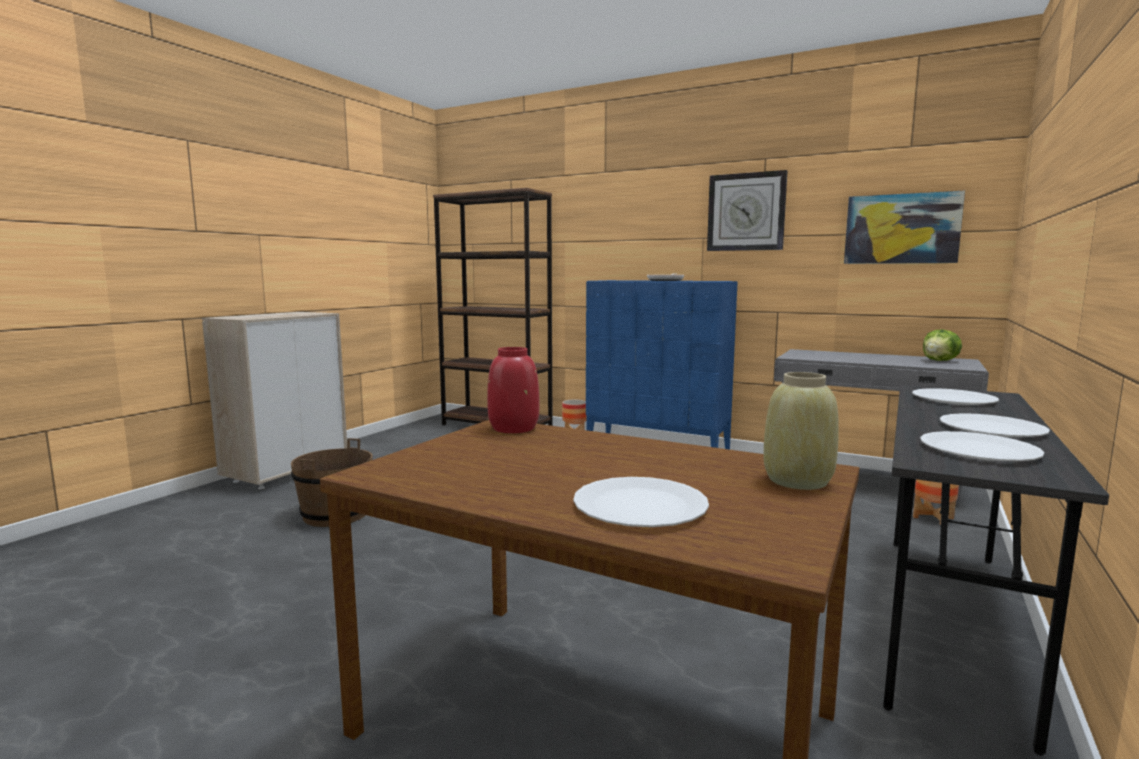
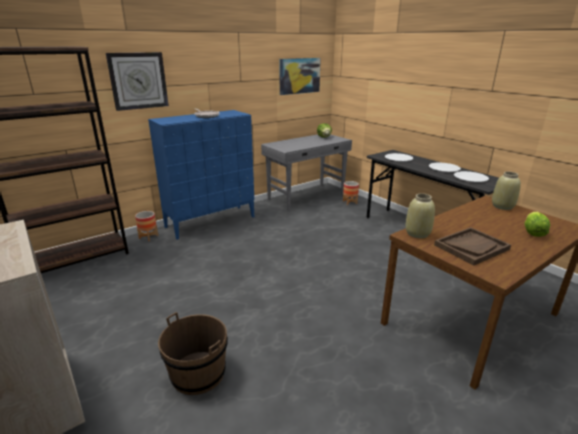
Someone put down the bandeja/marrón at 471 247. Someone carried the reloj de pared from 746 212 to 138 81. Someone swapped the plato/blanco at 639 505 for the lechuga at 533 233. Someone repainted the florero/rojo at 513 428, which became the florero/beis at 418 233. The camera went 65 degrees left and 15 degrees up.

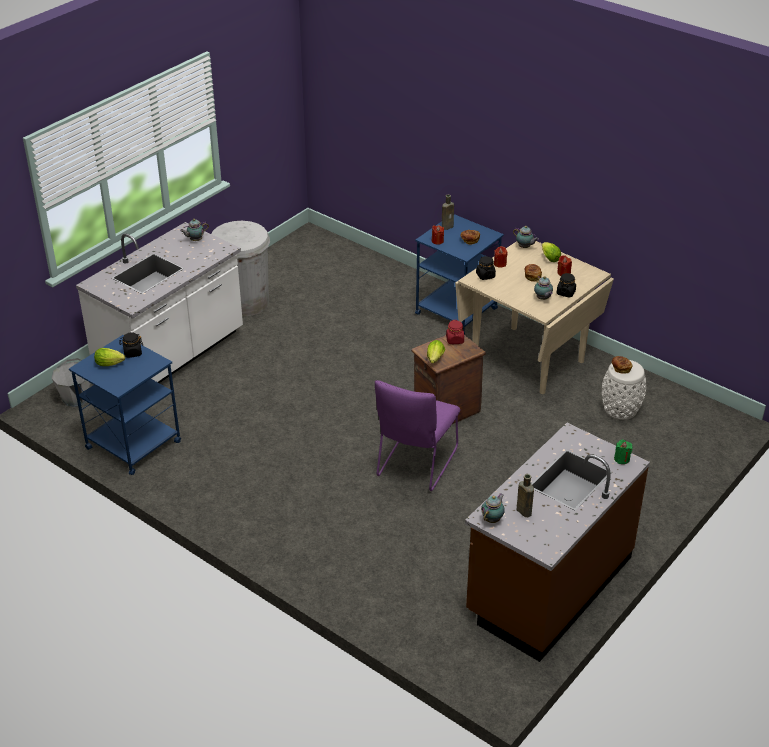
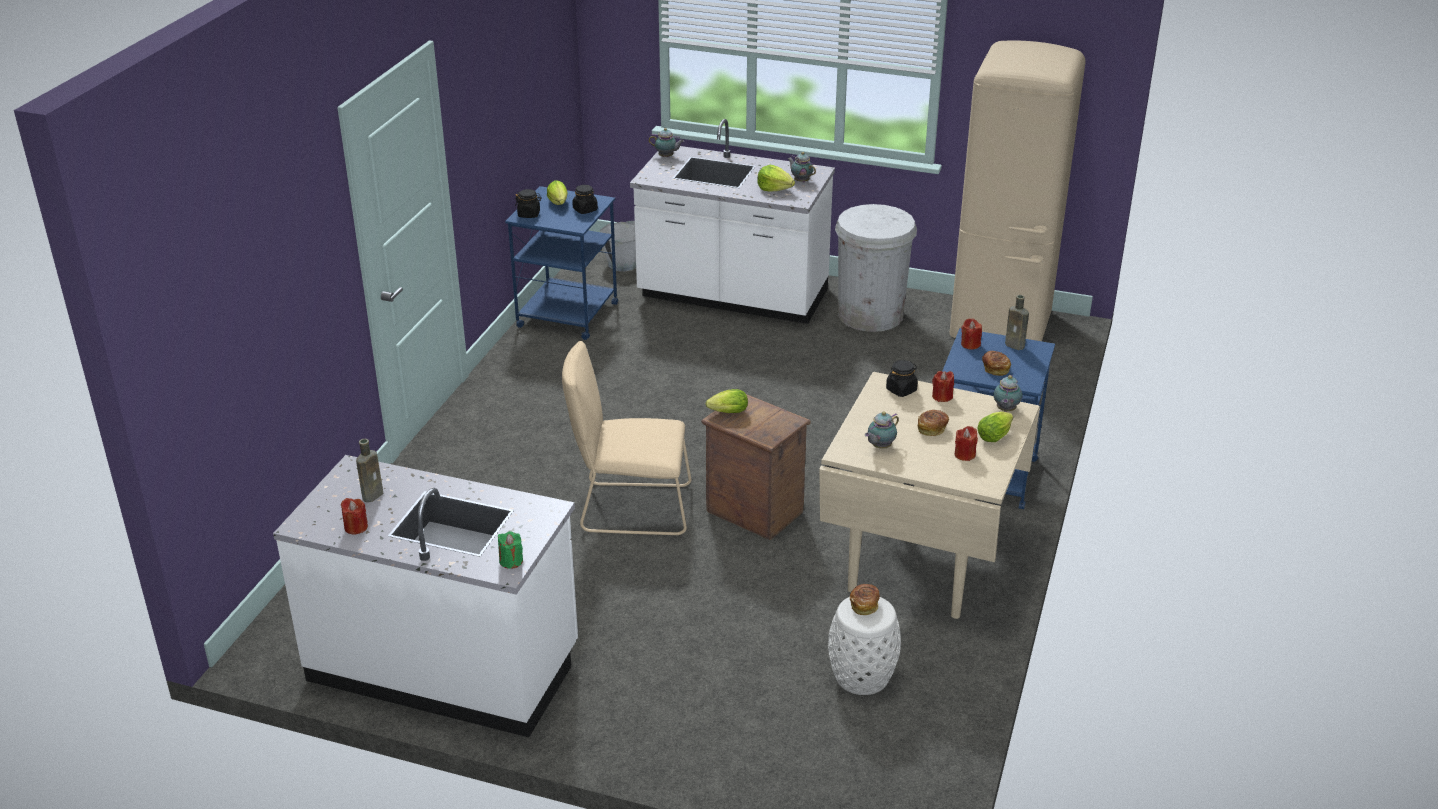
Someone took away the tarro/rojo at 455 340. Someone put down the vela/rojo at 356 527. Someone put down the lechuga at 774 189. Someone put down the nevera/beis at 1000 327. Someone carried the tetera from 492 519 to 667 157. Someone carried the tarro/negro from 566 292 to 529 214. Someone repainted the silla/morado at 415 465, which became the silla/beis at 630 508. Someone repainted the mueble bajo de cocina/marrón at 548 586, which became the mueble bajo de cocina/blanco at 445 665. The camera went 70 degrees right and 5 degrees down.

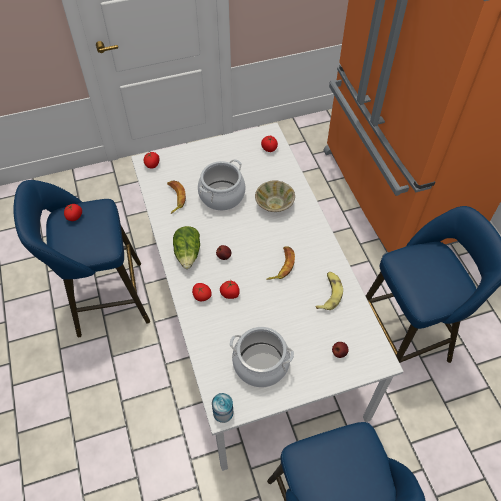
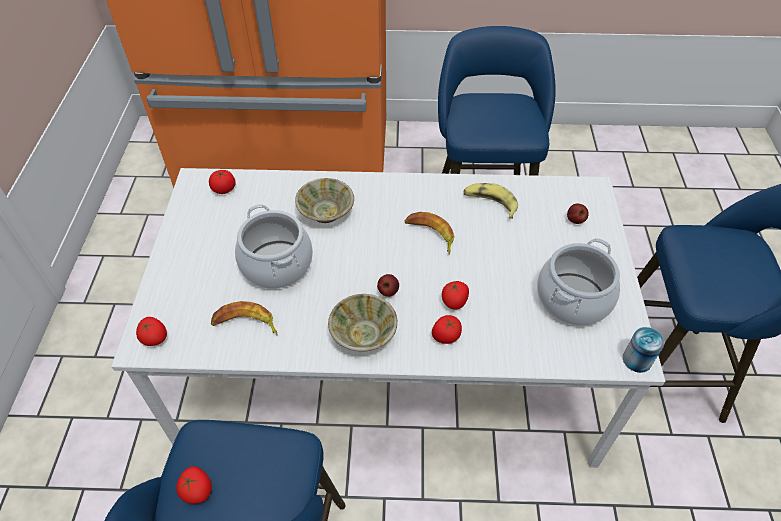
Someone swapped the lechuga at 188 253 for the cuenco/beis at 363 334. The camera went 70 degrees left and 5 degrees down.

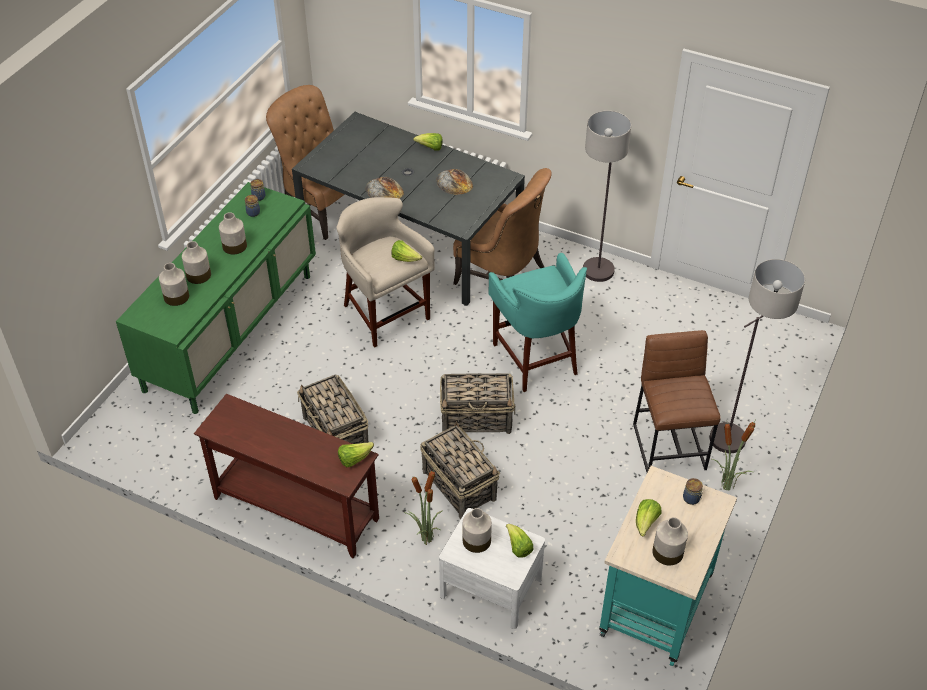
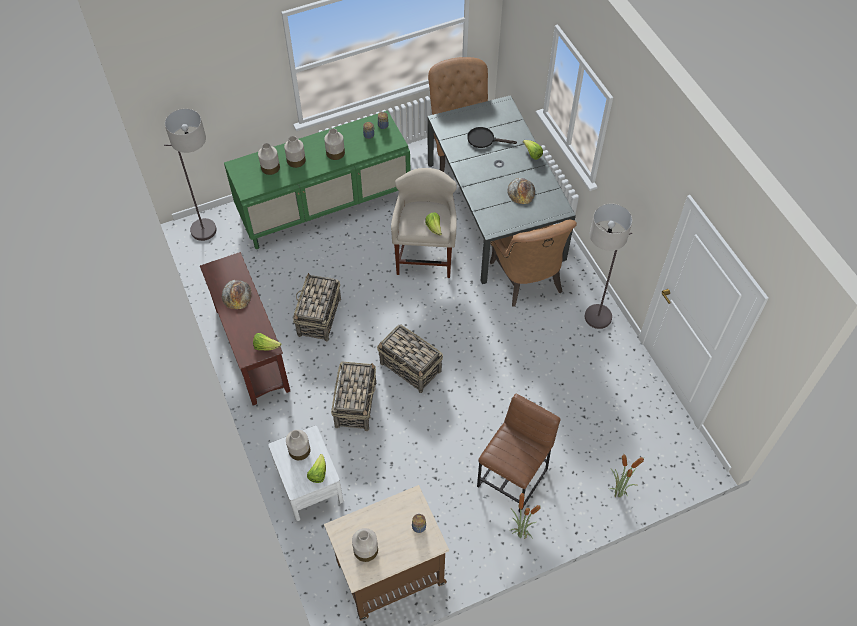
Someone took away the taburete/turquesa at 536 357. Someone took away the lechuga at 646 523. Someone put down the sartén/negro at 484 139. Someone carried the pan from 384 190 to 236 294. Someone carried the planta en maceta from 425 538 to 618 492. Someone carried the lámpara de pie/gris from 735 434 to 211 230. Someone repainted the carrito/turquesa at 656 608, which became the carrito/marrón at 390 576. The camera went 40 degrees right and 10 degrees up.

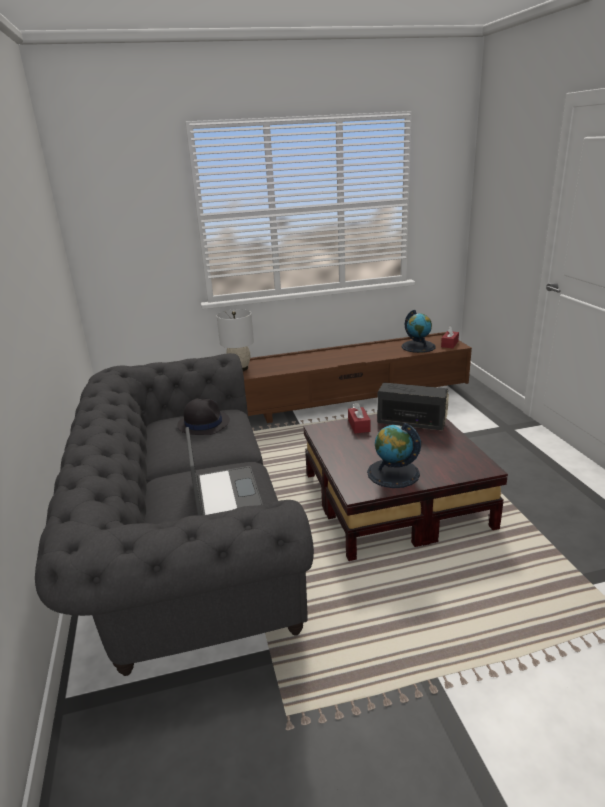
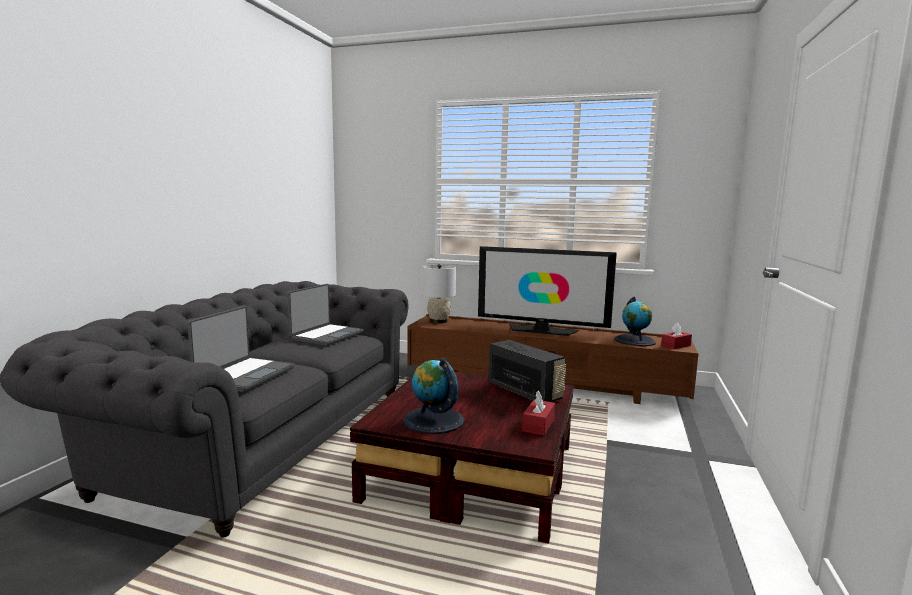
Someone put down the televisor at 541 330. Someone carried the caja de pañuelos/rojo from 359 425 to 538 425. Someone swapped the sombrero/negro at 203 423 for the portátil at 326 336. The camera went 30 degrees right and 15 degrees down.

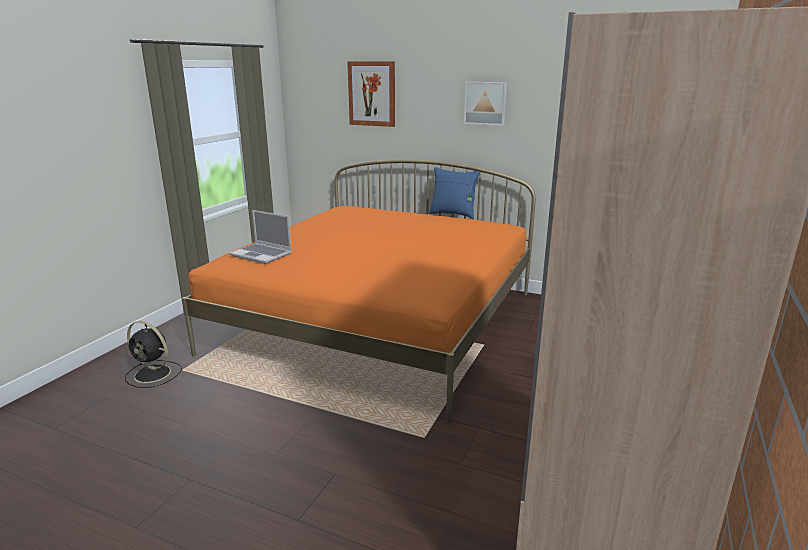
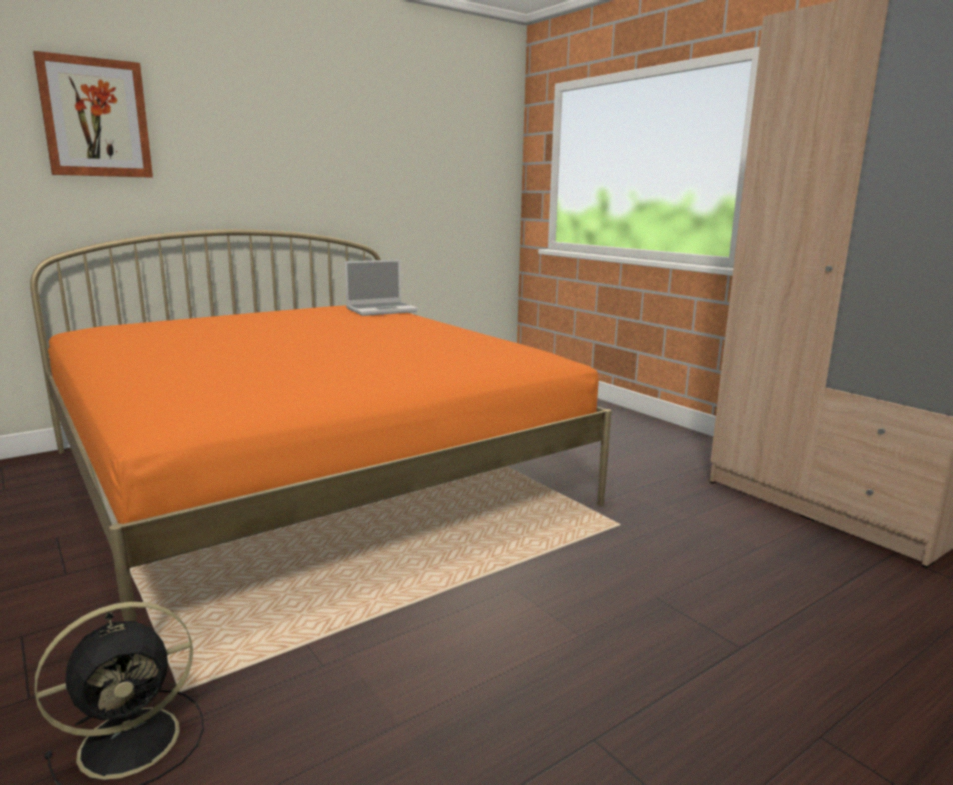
Someone took away the cojín/azul at 452 215. Someone took away the cuadro at 485 103. Someone carried the portátil from 262 254 to 382 310. The camera went 60 degrees left and 5 degrees down.

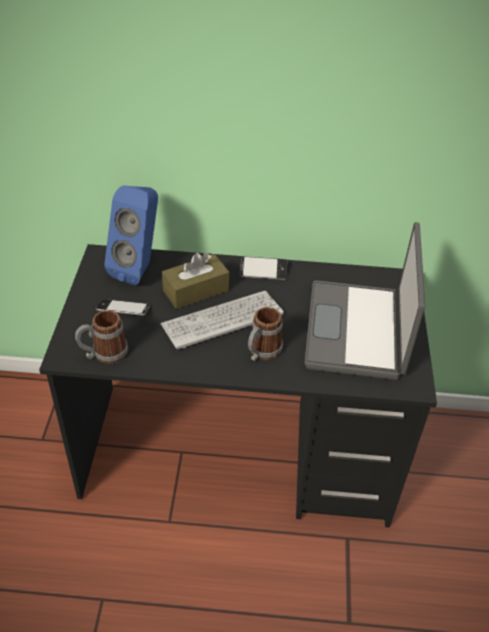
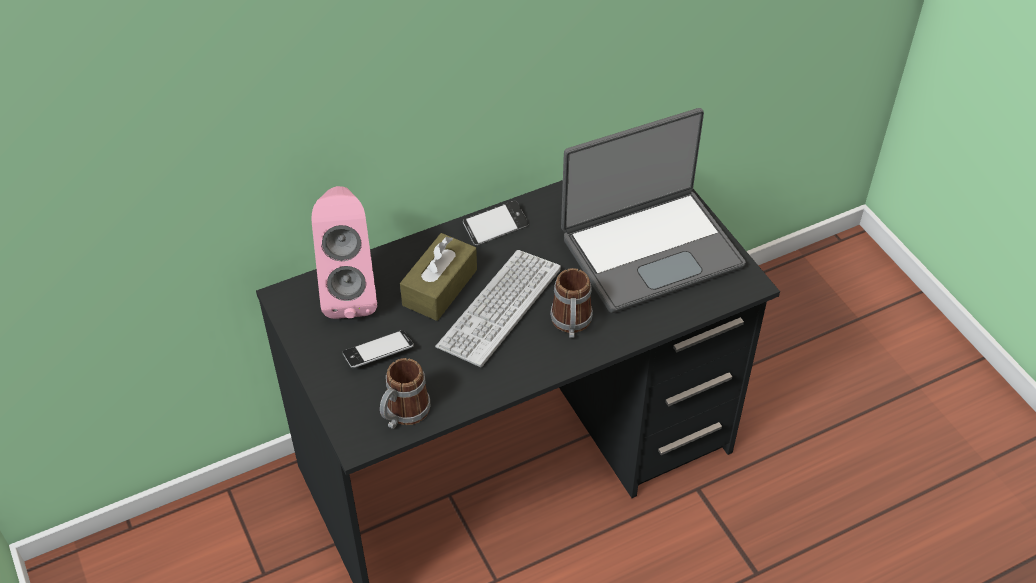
Someone repainted the altavoz/azul at 139 269, which became the altavoz/rosa at 350 292. Someone rotated the portátil at 358 331 by 90 degrees counterclockwise. The camera went 30 degrees left and 5 degrees up.

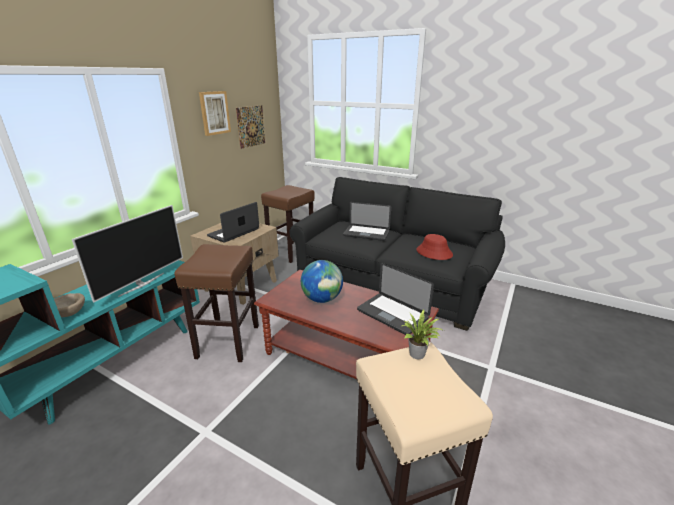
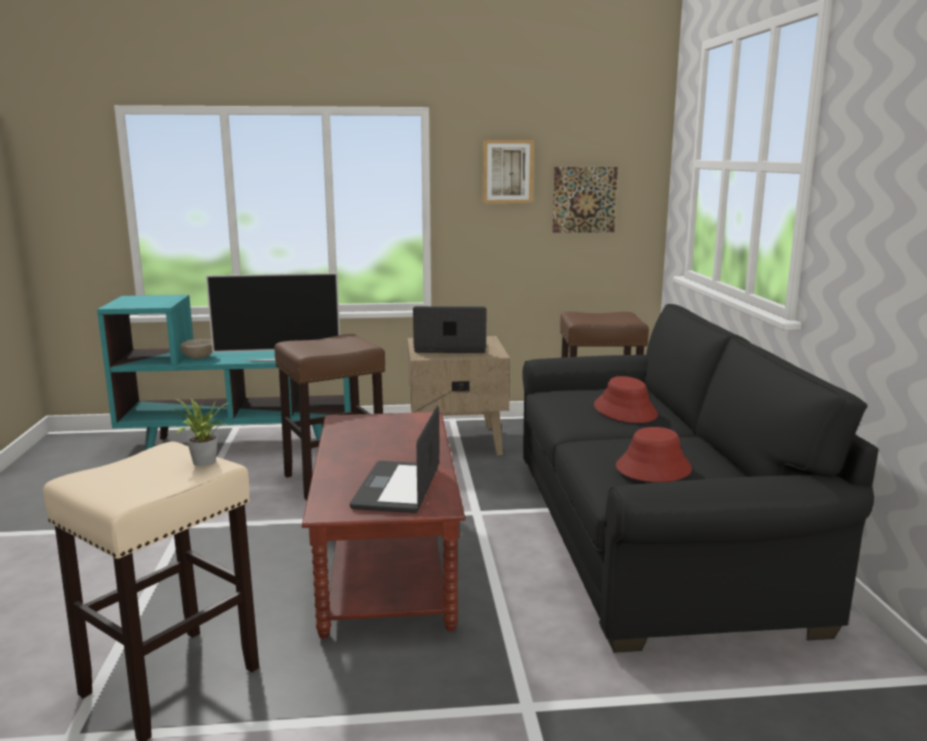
Someone took away the globo terráqueo at 322 299. Someone swapped the portátil at 366 233 for the sombrero/rojo at 625 410. The camera went 55 degrees right and 10 degrees down.

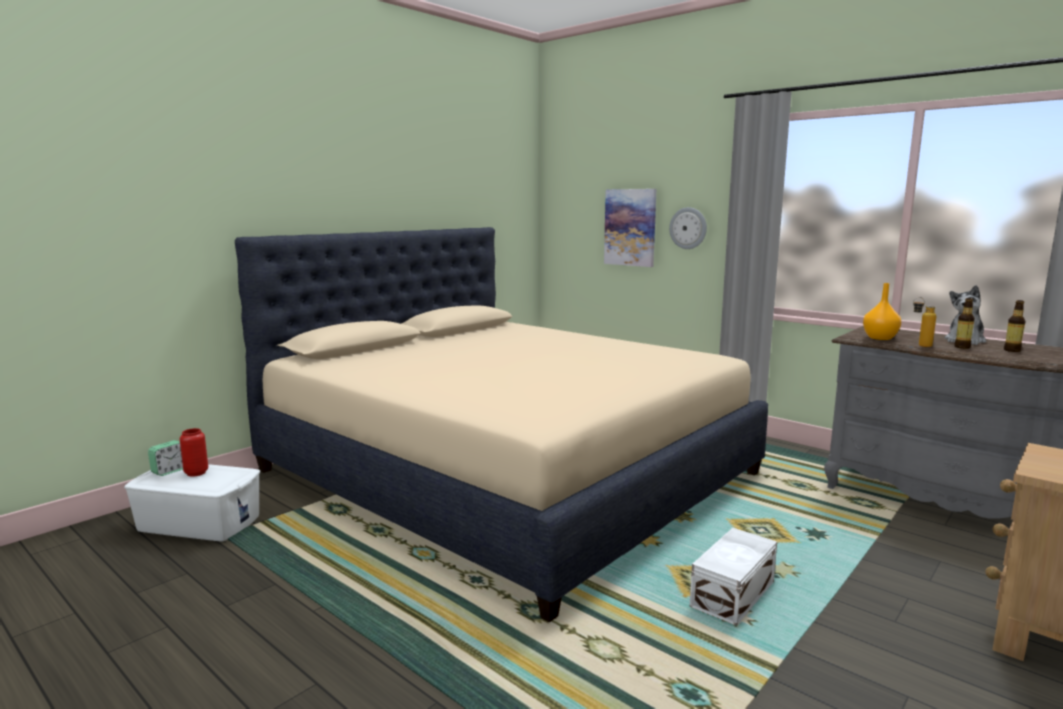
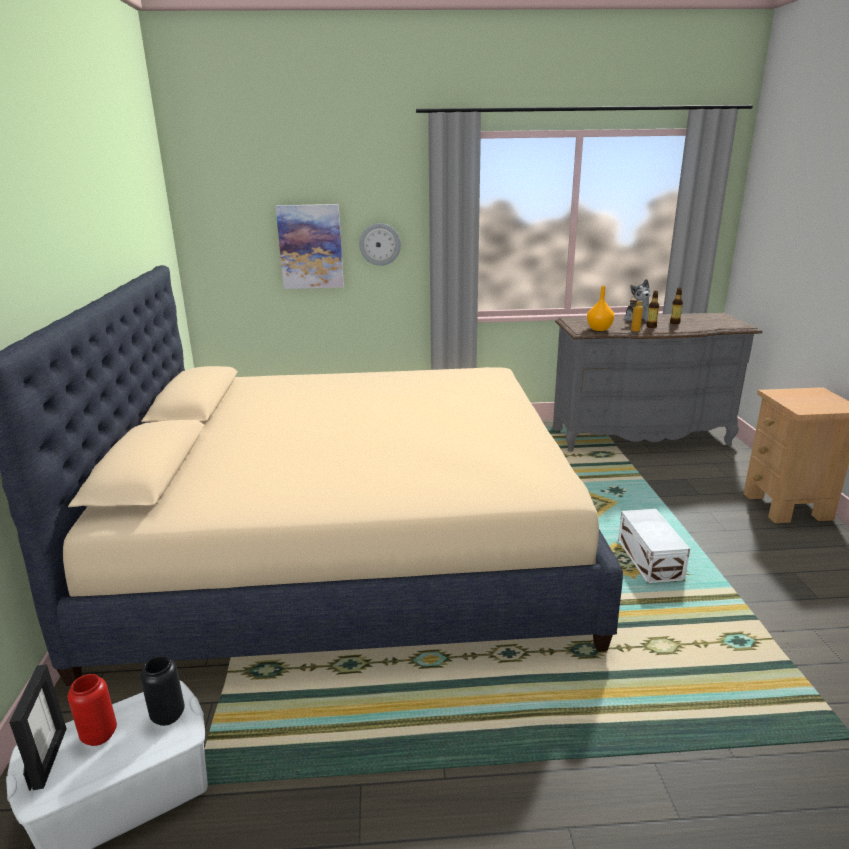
Someone put down the florero/negro at 168 715. Someone swapped the despertador at 169 471 for the portarretratos at 48 758. The camera went 45 degrees left and 10 degrees up.

